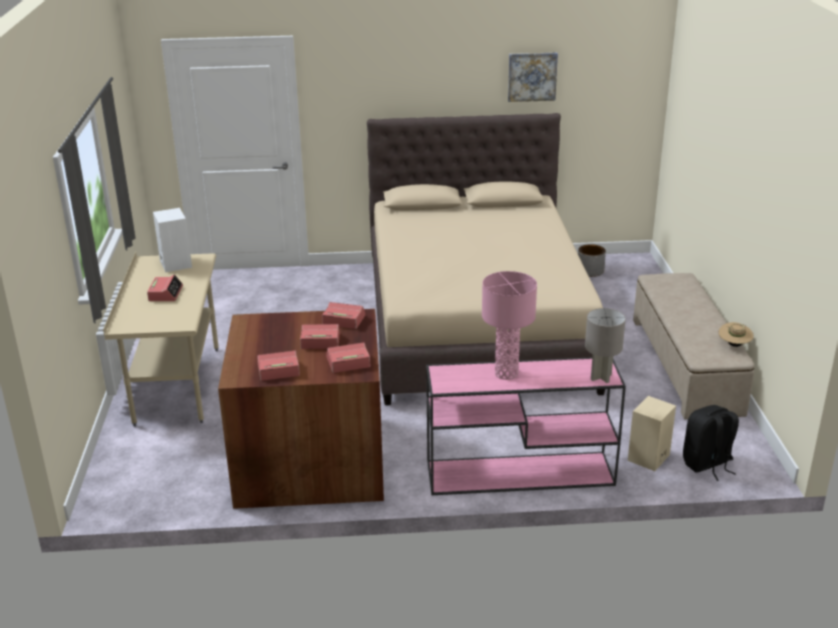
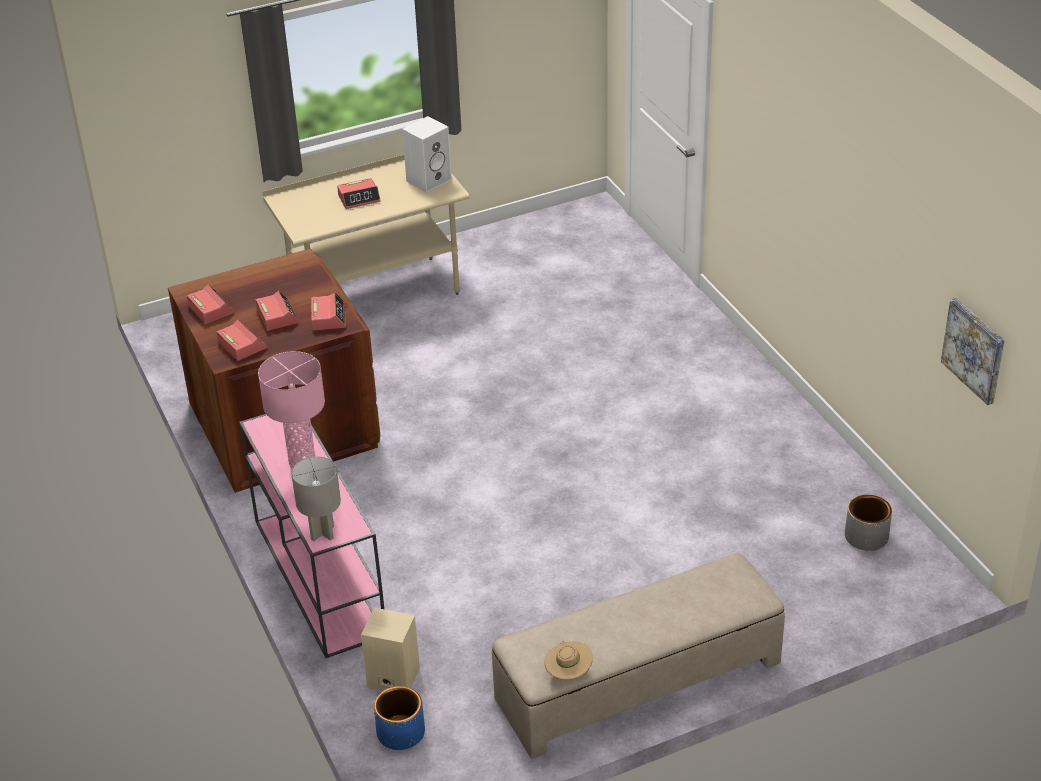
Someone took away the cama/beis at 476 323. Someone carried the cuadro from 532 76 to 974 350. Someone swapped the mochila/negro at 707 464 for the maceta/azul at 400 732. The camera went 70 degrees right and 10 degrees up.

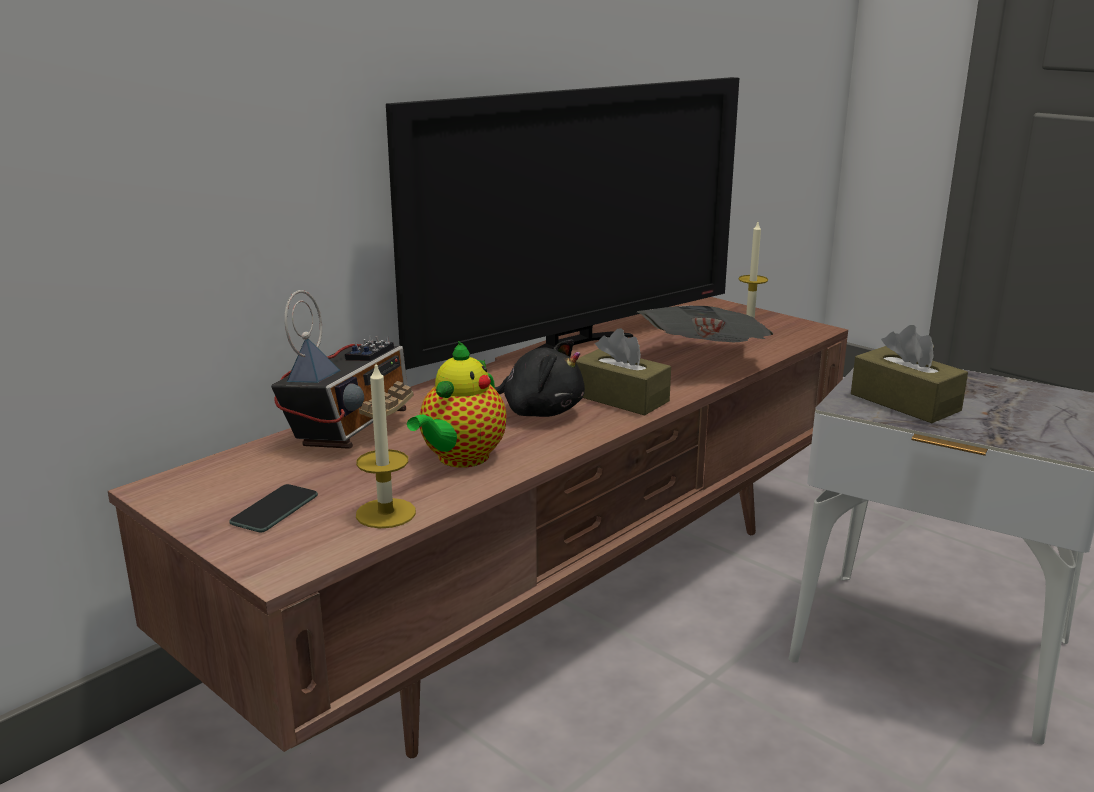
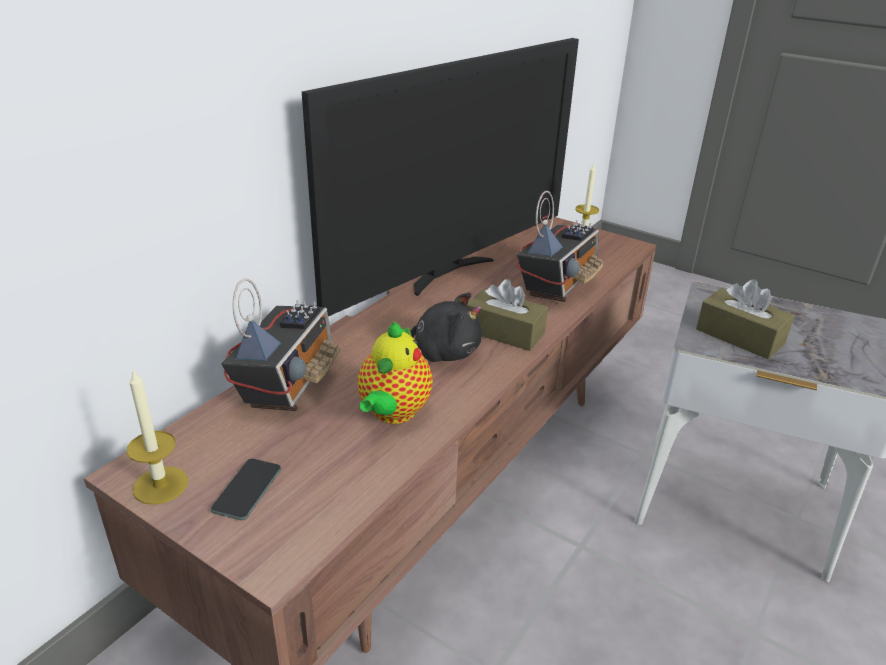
Someone carried the vela from 386 513 to 160 485. Someone swapped the periódico at 705 360 for the radio at 558 285. The camera went 10 degrees left and 10 degrees up.

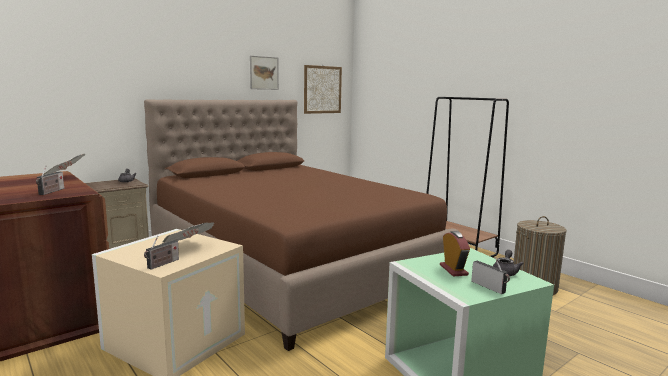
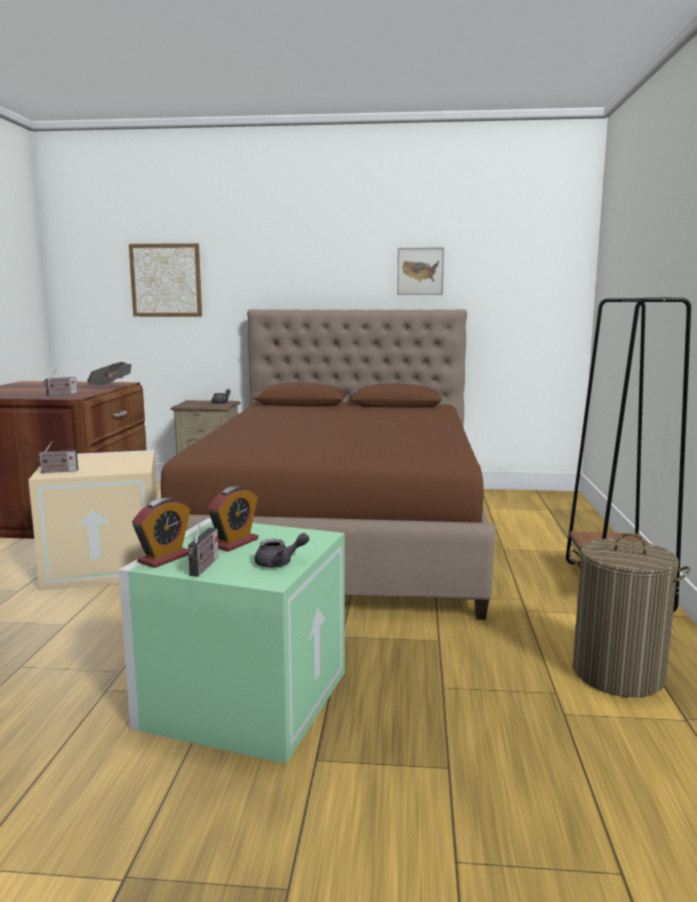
Someone took away the periódico at 188 246. Someone put down the despertador at 164 558. Someone carried the cuadro from 322 89 to 166 279. The camera went 45 degrees right and 0 degrees up.

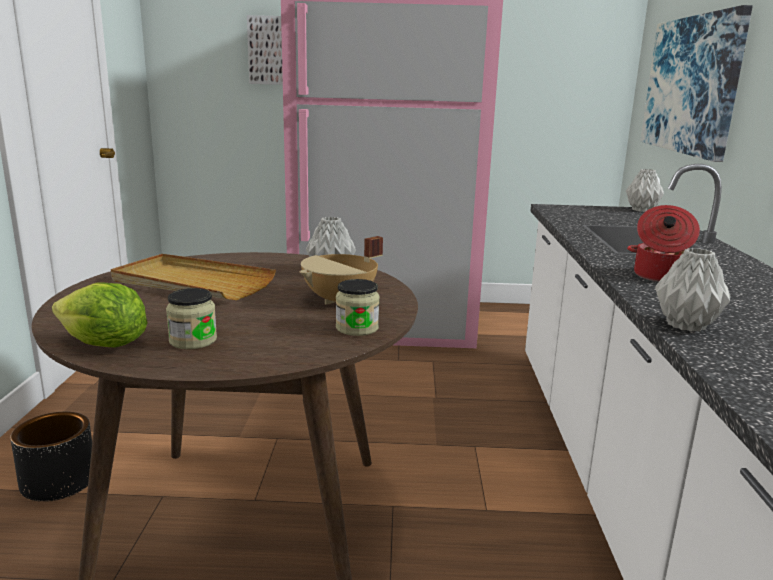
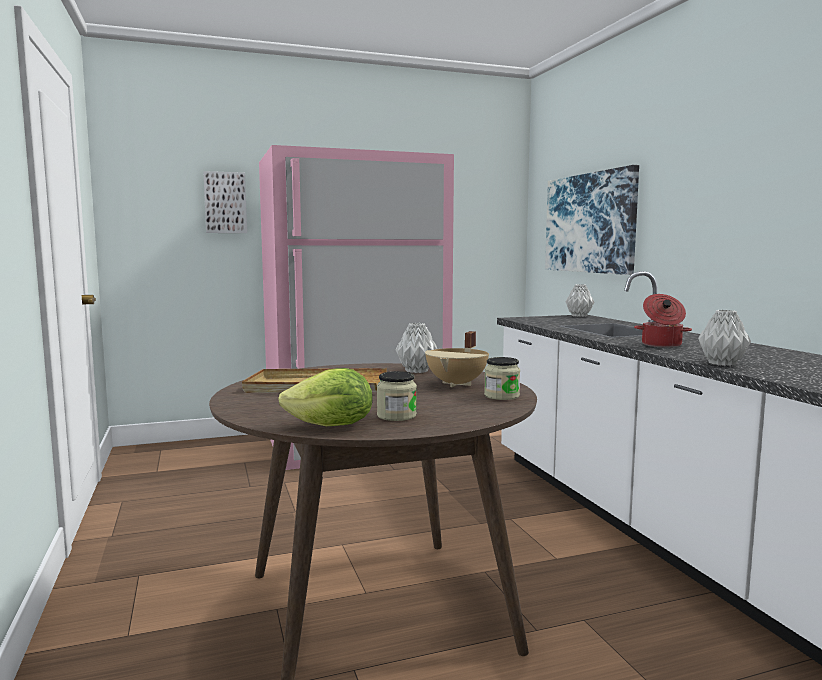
Someone took away the maceta/negro at 59 482. The camera went 20 degrees left and 10 degrees down.

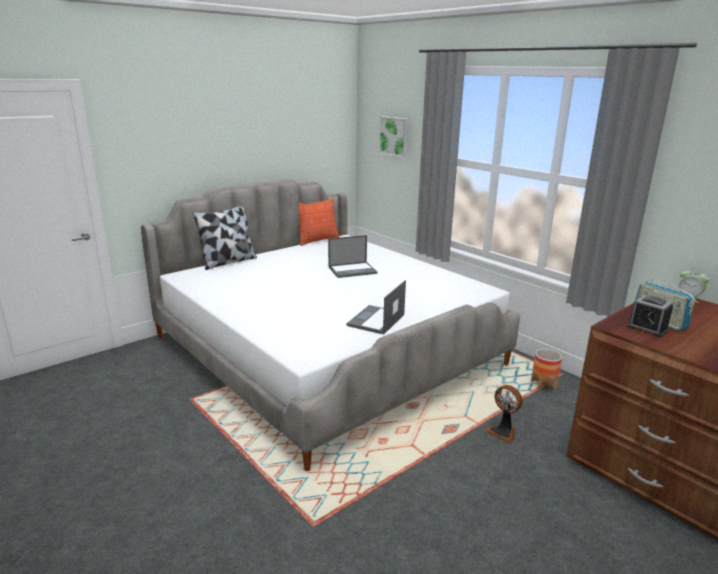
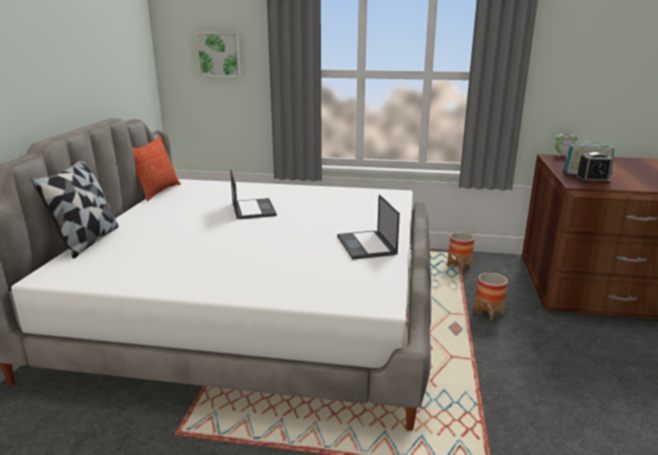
Someone swapped the ventilador at 503 432 for the maceta at 488 312. Someone rotated the portátil at 353 270 by 45 degrees counterclockwise. The camera went 40 degrees left and 0 degrees up.

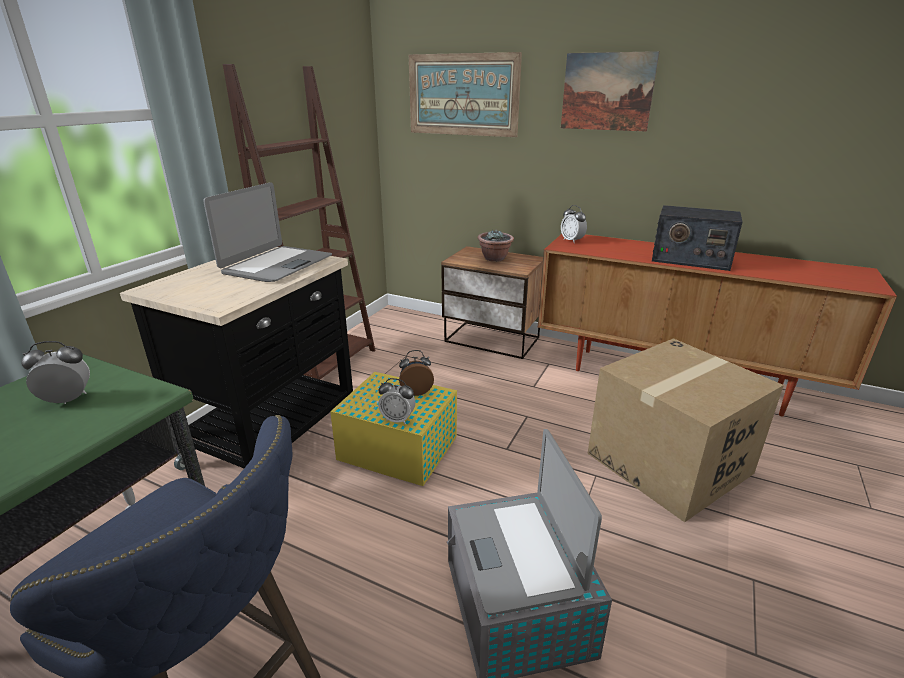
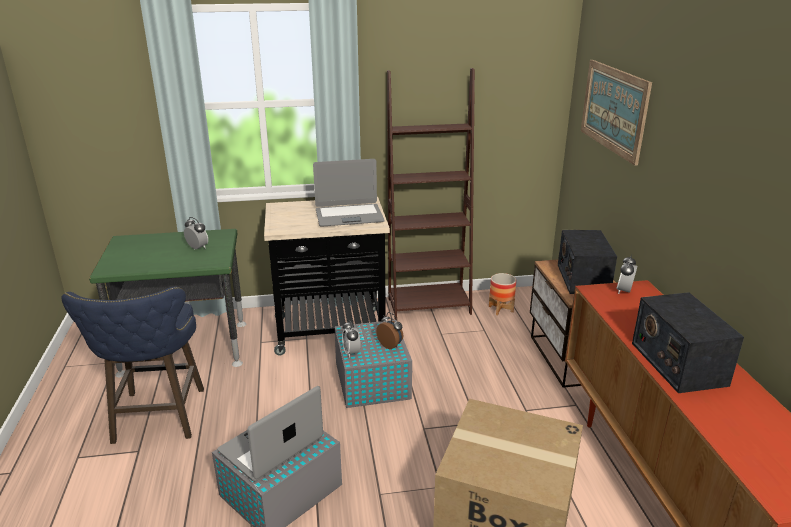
Someone took away the cuadro at 607 92. Someone put down the maceta at 501 309. Someone swapped the planta en maceta at 495 258 for the radio at 582 279. Someone repainted the caja de almacenaje/amarillo at 397 447, which became the caja de almacenaje/gris at 372 380. The camera went 55 degrees right and 0 degrees up.

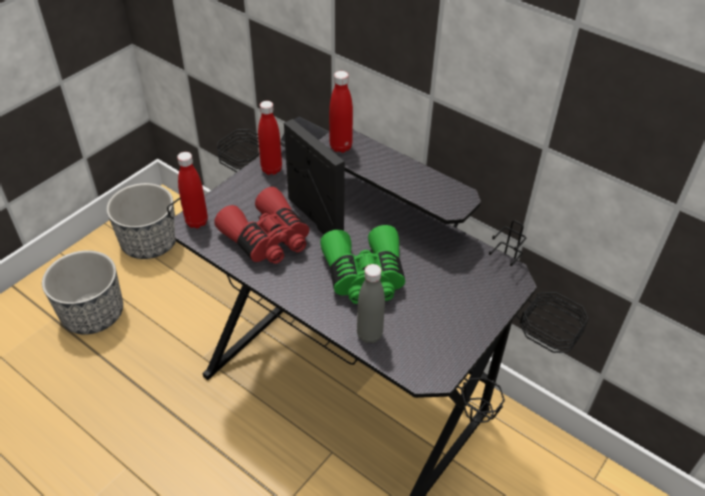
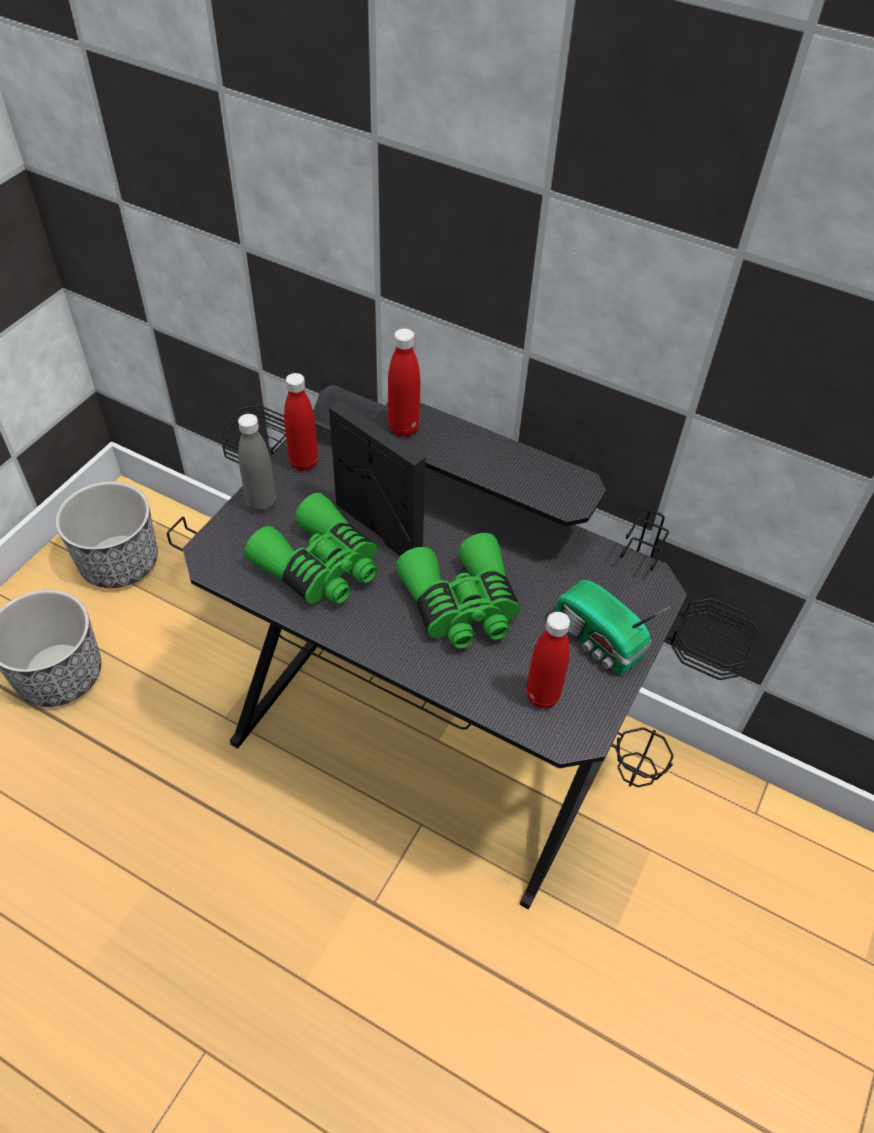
Someone put down the radio at 598 642. Someone carried the botella/rojo from 197 222 to 542 696. Someone carried the botella/gris from 369 335 to 261 503. Someone repainted the prismáticos/rojo at 268 239, which became the prismáticos/verde at 320 567. The camera went 10 degrees left and 5 degrees up.

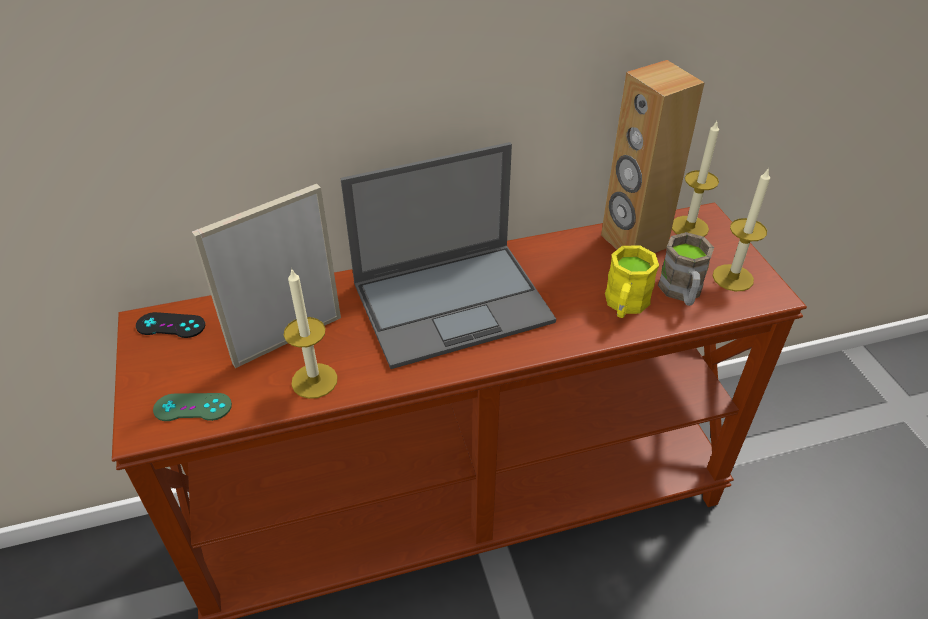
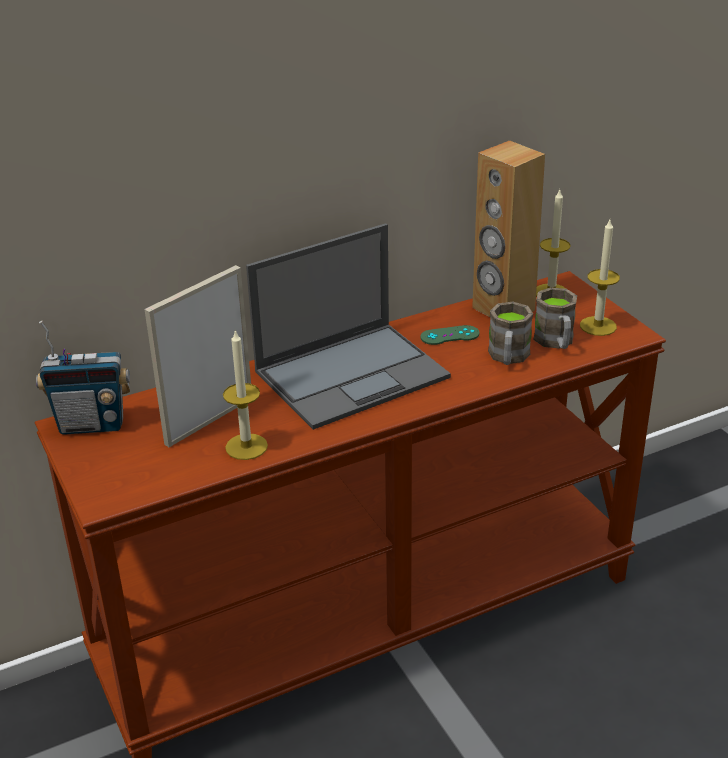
Someone carried the mando de consola/verde from 192 407 to 450 335. Someone swapped the mando de consola/negro at 170 325 for the radio at 92 424. Someone repainted the taza grande/amarillo at 625 305, which became the taza grande/marrón at 508 357. The camera went 10 degrees left and 10 degrees down.

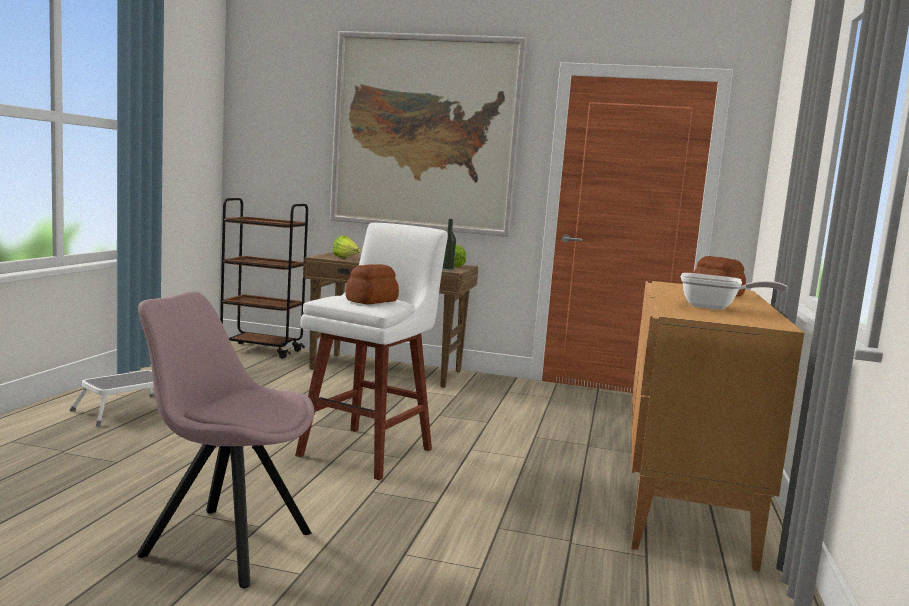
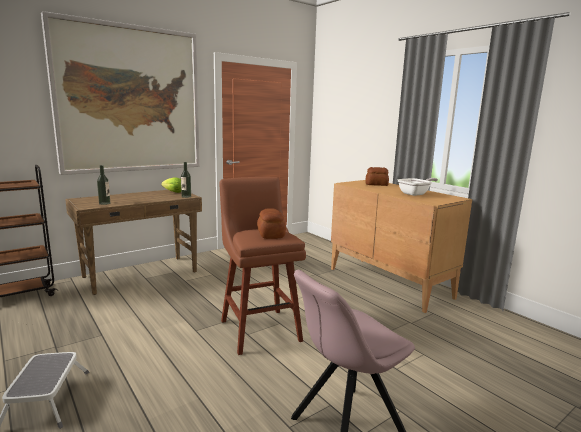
Someone swapped the lechuga at 346 258 for the botella at 104 203. Someone repainted the taburete/blanco at 368 451, which became the taburete/marrón at 260 329. The camera went 50 degrees left and 5 degrees up.

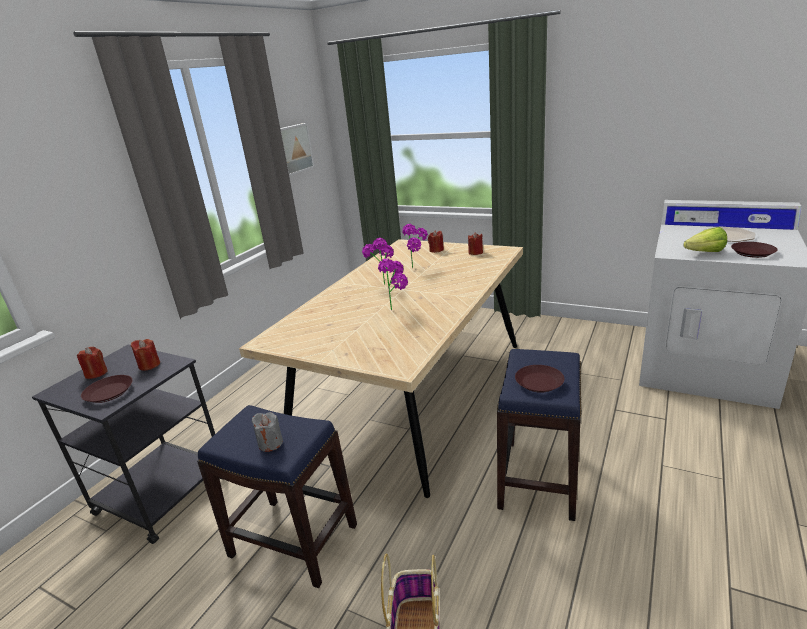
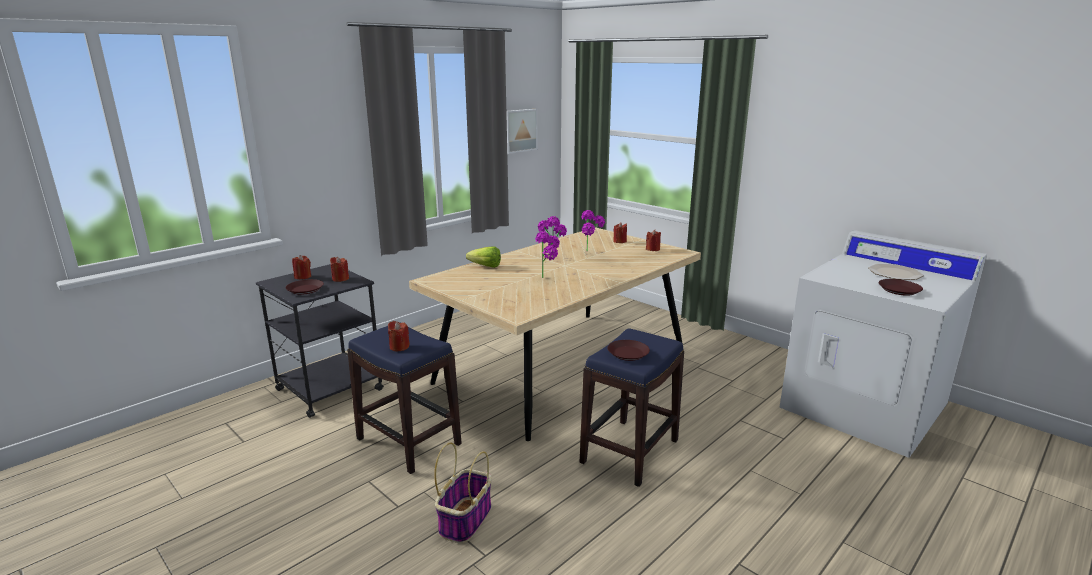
Someone carried the lechuga from 701 253 to 483 266. Someone repainted the vela/gris at 270 443, which became the vela/rojo at 399 347. The camera went 15 degrees right and 5 degrees down.

